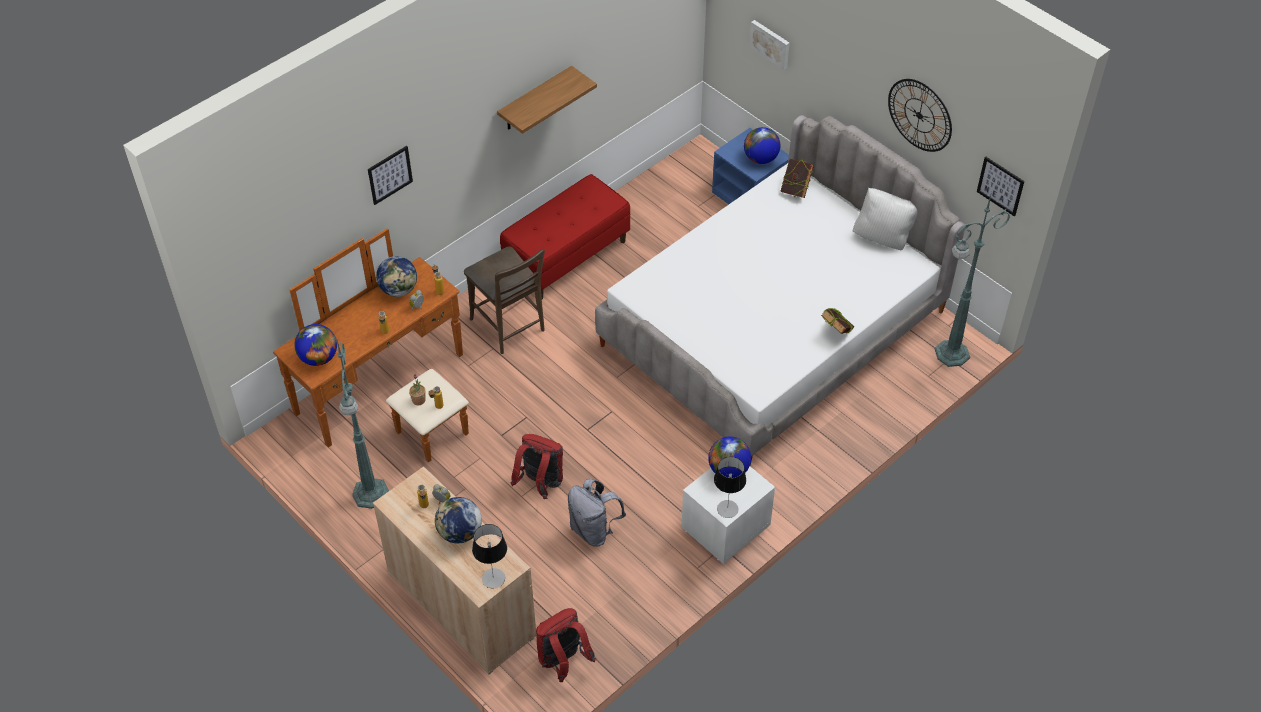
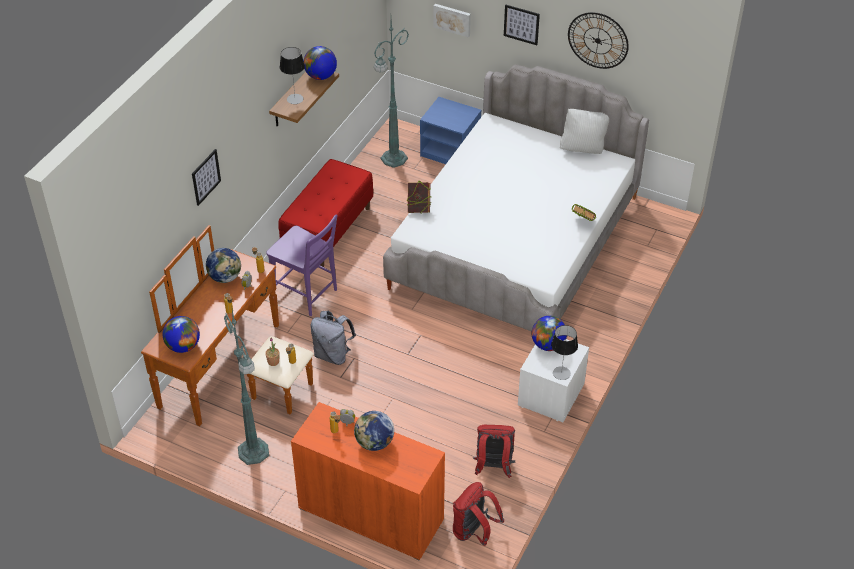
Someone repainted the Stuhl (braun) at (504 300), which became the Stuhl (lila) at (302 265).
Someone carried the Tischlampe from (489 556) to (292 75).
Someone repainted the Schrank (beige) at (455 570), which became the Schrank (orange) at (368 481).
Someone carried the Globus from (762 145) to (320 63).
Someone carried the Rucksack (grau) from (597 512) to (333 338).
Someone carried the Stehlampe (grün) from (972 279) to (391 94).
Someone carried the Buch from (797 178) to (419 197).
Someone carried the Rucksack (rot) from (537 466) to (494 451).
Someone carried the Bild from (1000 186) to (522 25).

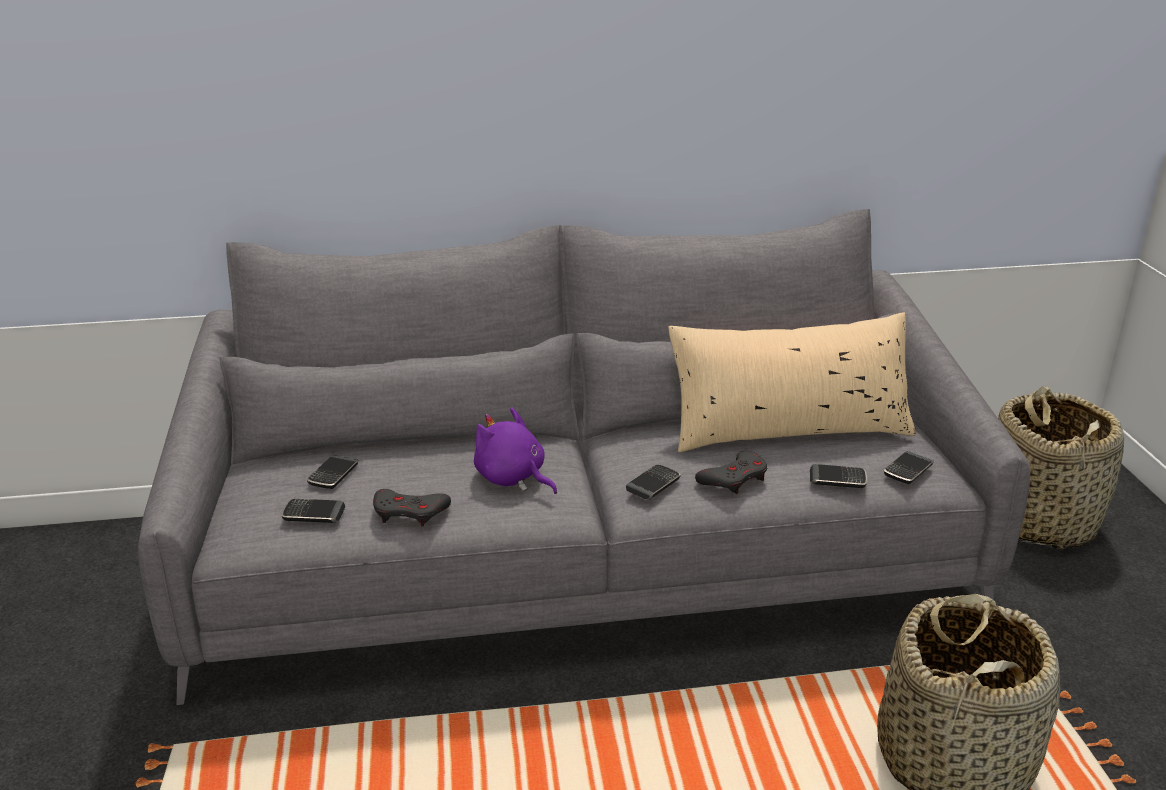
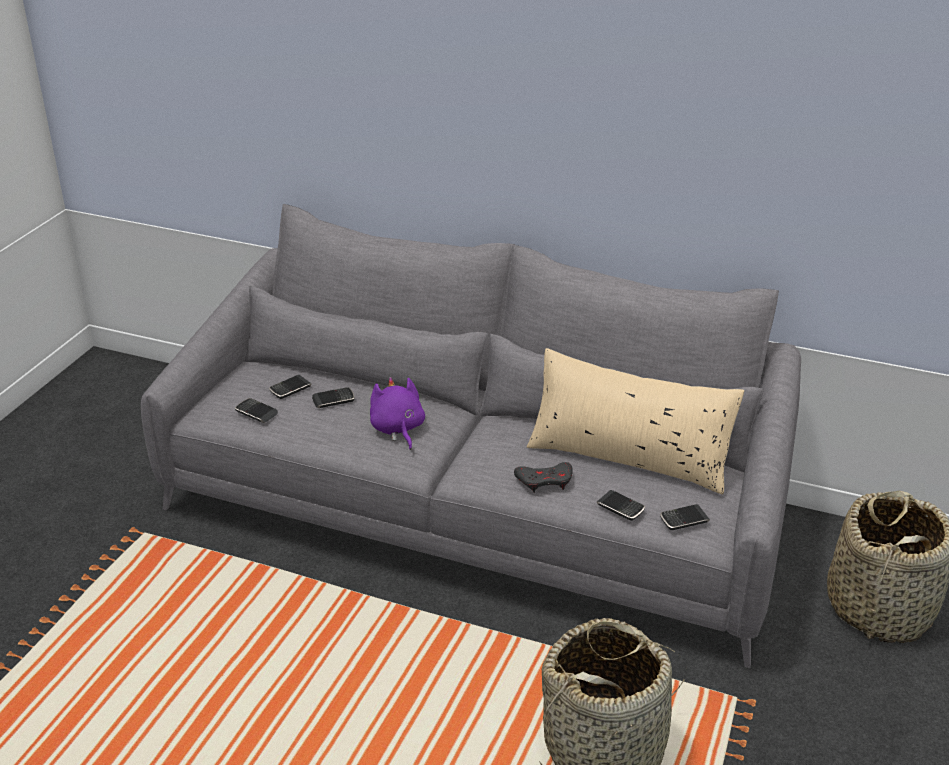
Someone carried the Handy from (653 482) to (333 397).
Someone took away the Gamepad (grau) at (412 508).

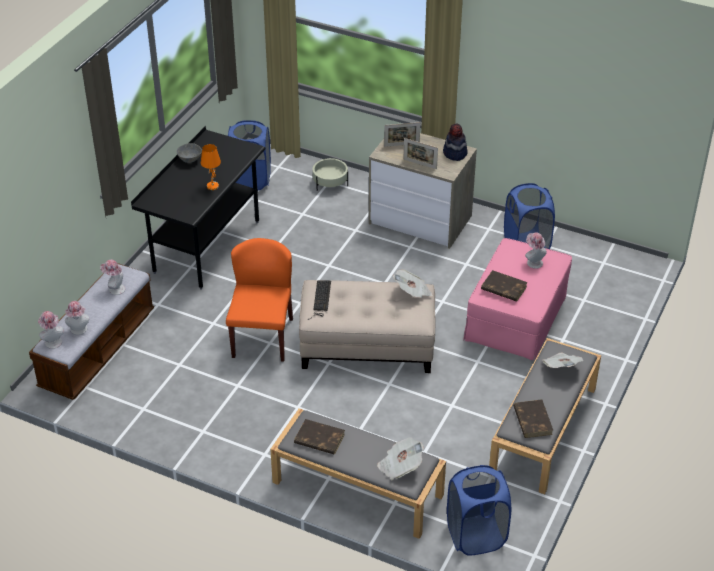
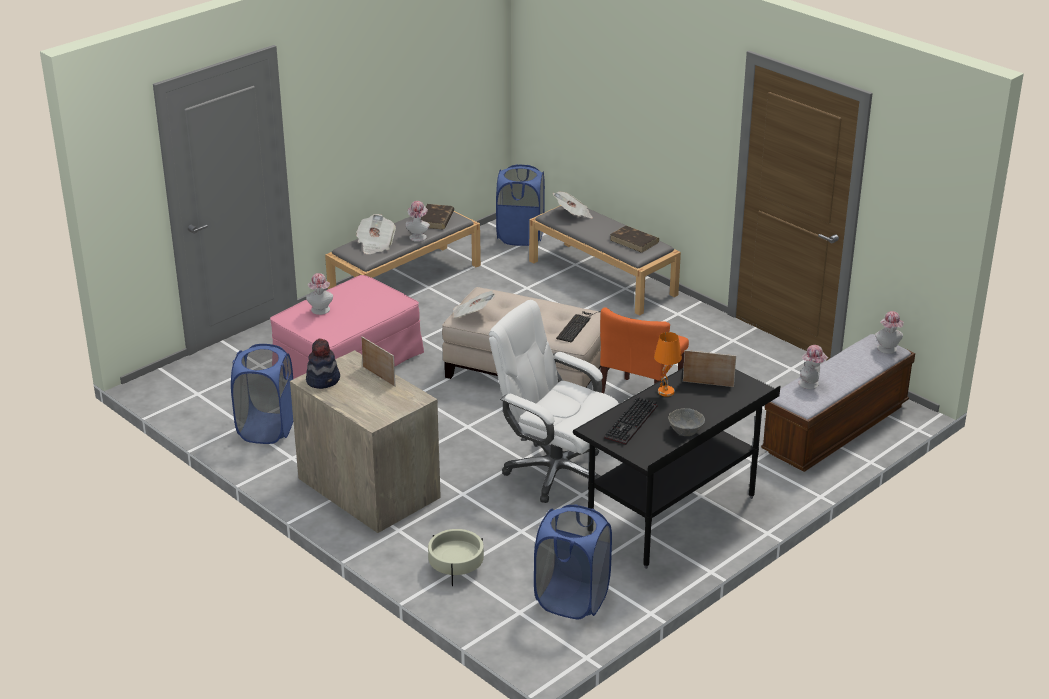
Someone carried the Hut from (77 318) to (417 221).
Someone put down the Bürostuhl (weiß) at (554 401).
Someone put down the Tastatur at (631 421).
Someone carried the Bilderrahmen from (402 134) to (709 368).
Someone took away the Buch (braun) at (504 286).

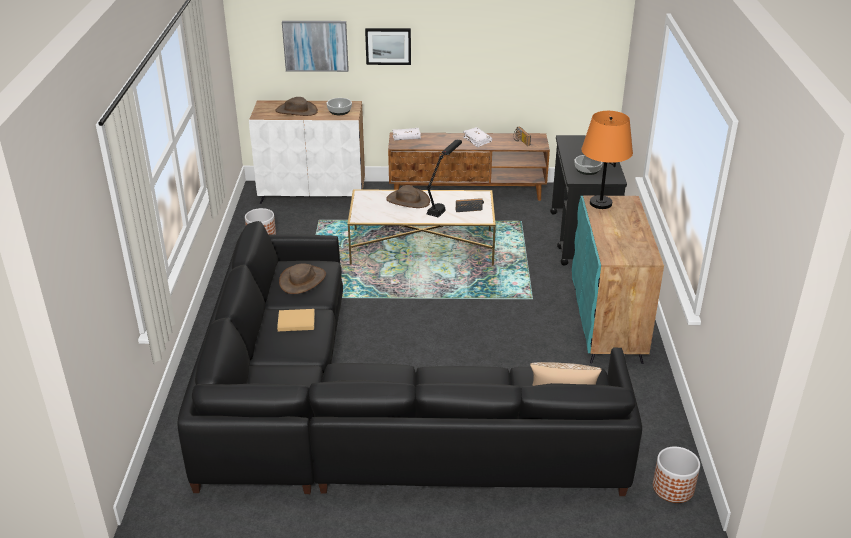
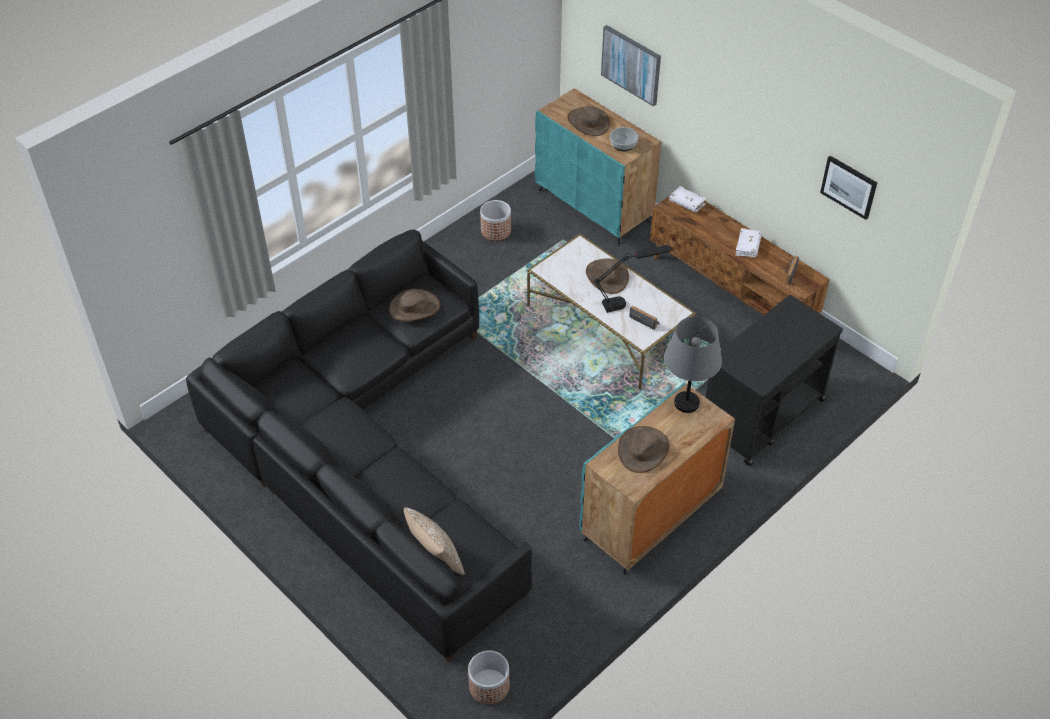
Someone repainted the Schrank (weiß) at (307 152), which became the Schrank (türkis) at (598 166).
Someone put down the Hut (braun) at (643 449).
Someone repainted the Tischlampe (orange) at (607 160), which became the Tischlampe (grau) at (693 364).
Someone carried the Bild from (388 46) to (848 188).
Someone took away the Buch (beige) at (296 320).
Someone took away the Schüssel at (588 165).

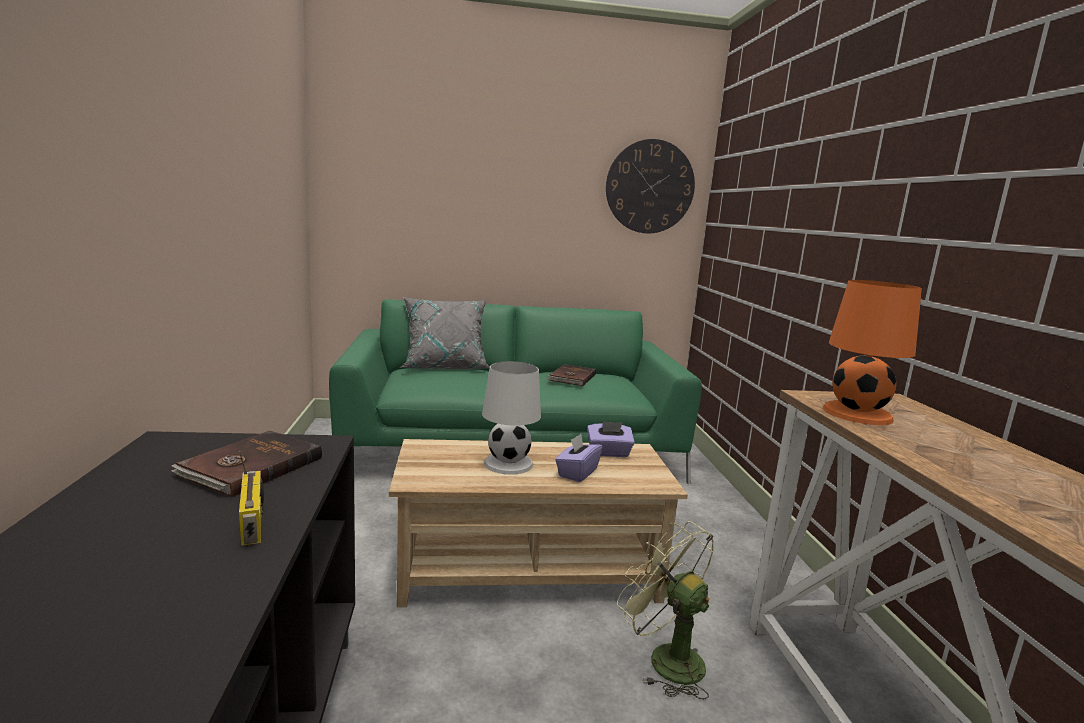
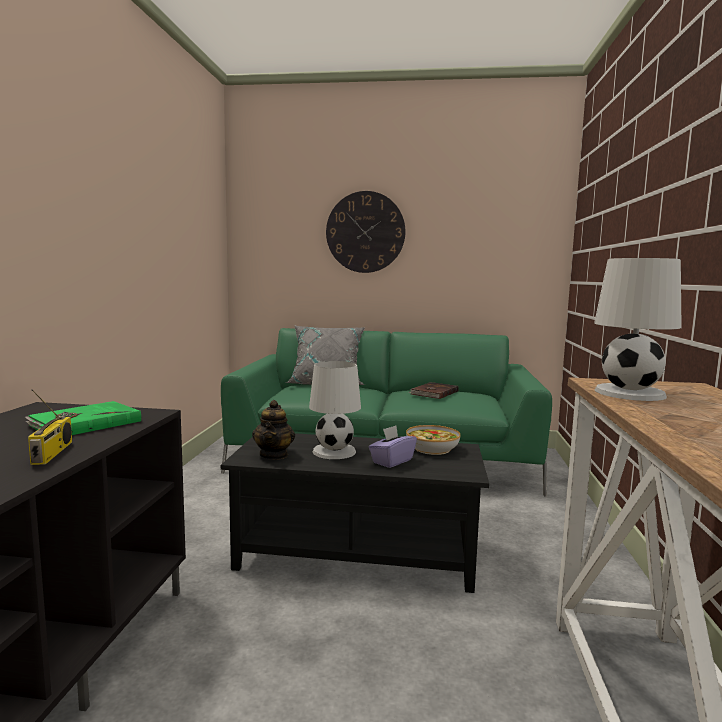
Someone repainted the Buch (braun) at (246 464), which became the Buch (grün) at (83 418).
Someone repainted the Couchtisch (beige) at (538 523), which became the Couchtisch (schwarz) at (355 513).
Someone put down the Teekanne at (273 430).
Someone carried the Wanduhr from (650 186) to (365 232).
Someone swapped the Taschentuchbox (lila) at (611 439) for the Schüssel at (433 440).
Someone repainted the Tischlampe (orange) at (872 352), which became the Tischlampe (weiß) at (638 329).
Someone took away the Ventilator (grün) at (665 610).

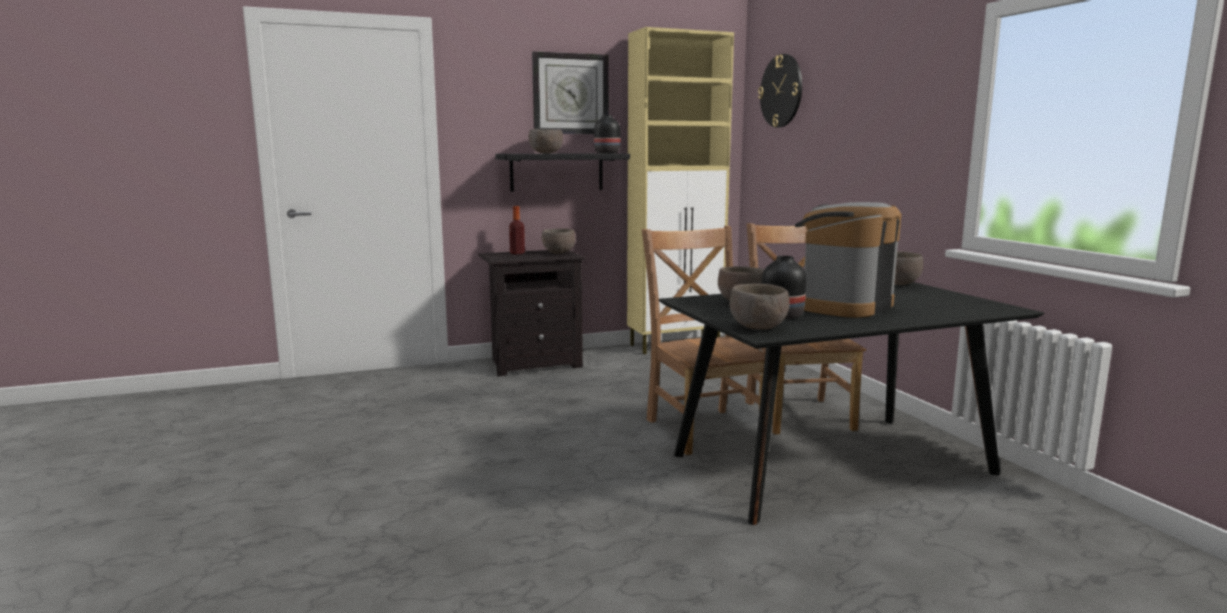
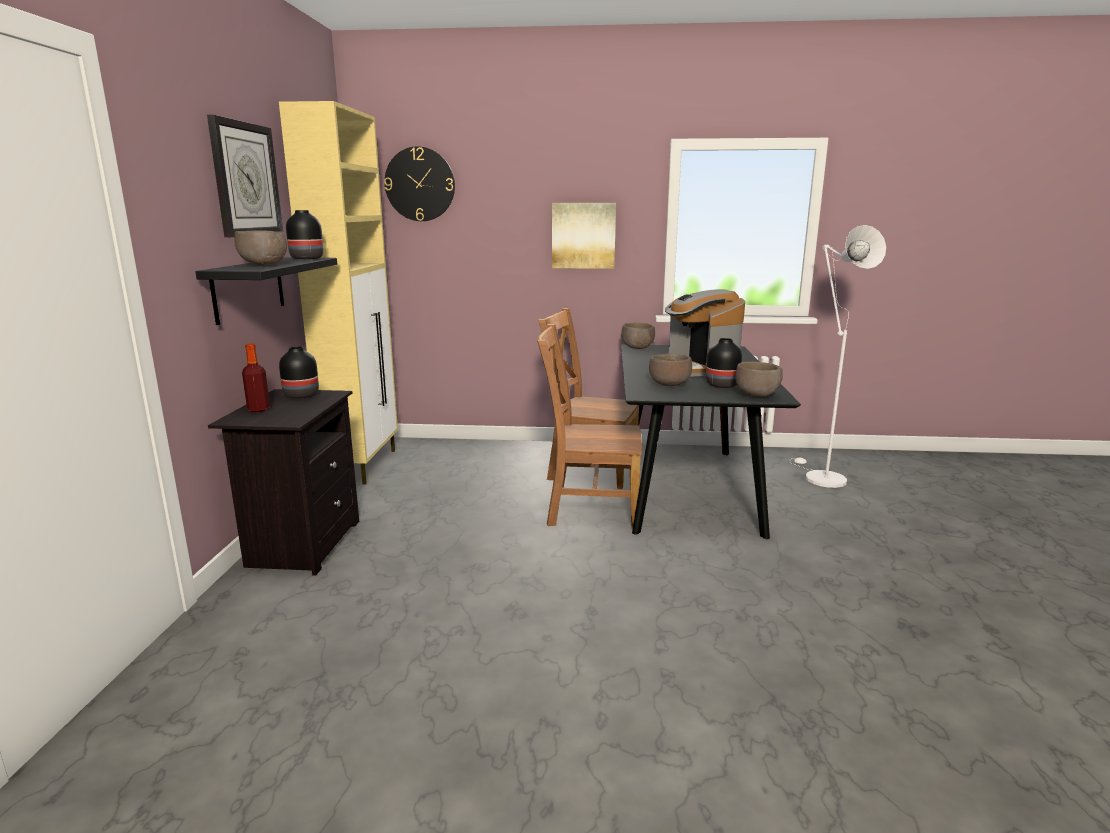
Someone swapped the Schüssel (braun) at (558 241) for the Vase (schwarz) at (299 372).
Someone put up the Bild at (584 236).
Someone put down the Stehlampe (weiß) at (838 356).

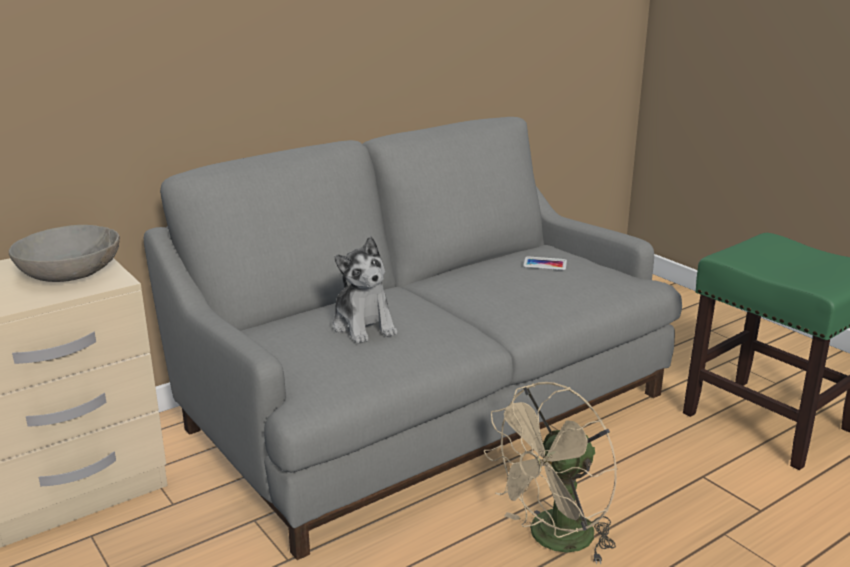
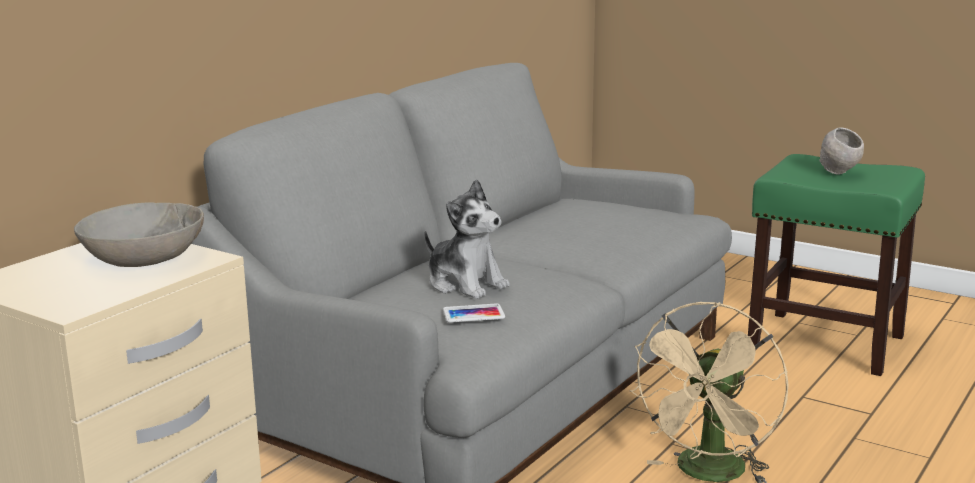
Someone carried the Handy from (545 263) to (474 313).
Someone put down the Schüssel (grau) at (841 151).

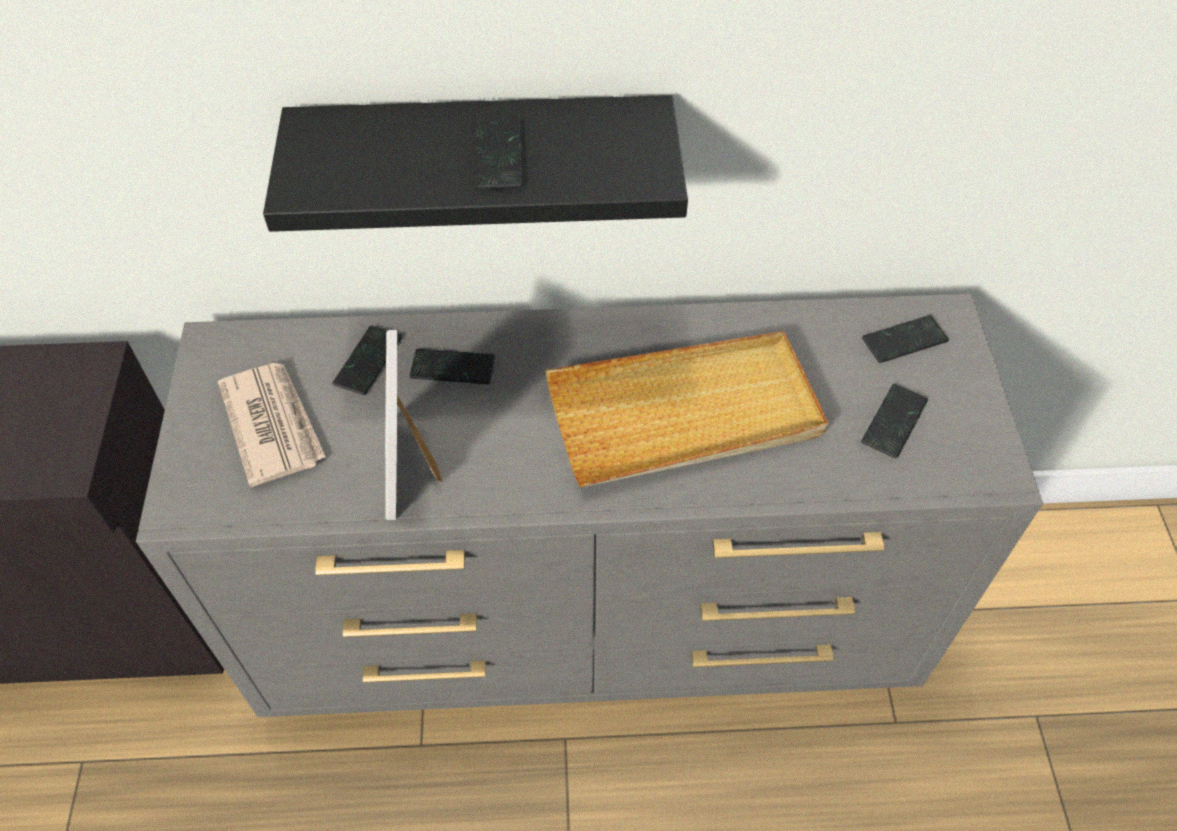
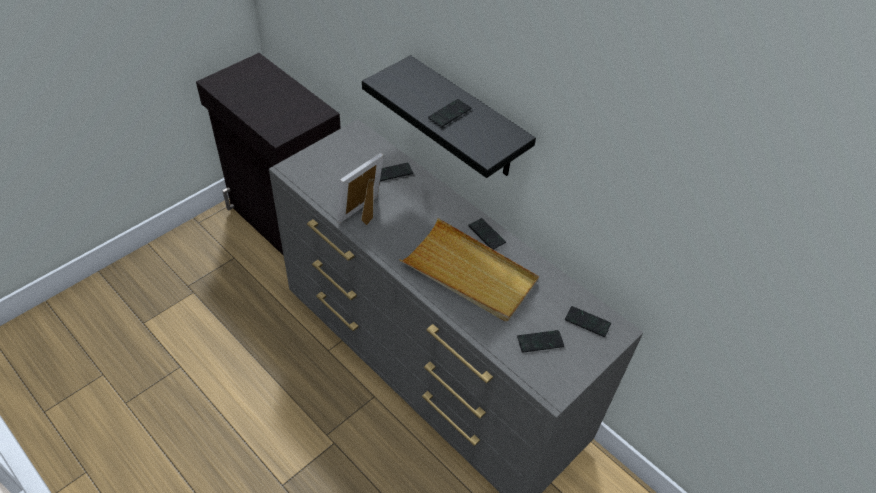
Someone carried the Handy from (452 366) to (487 234).
Someone took away the Zeitung at (272 425).

